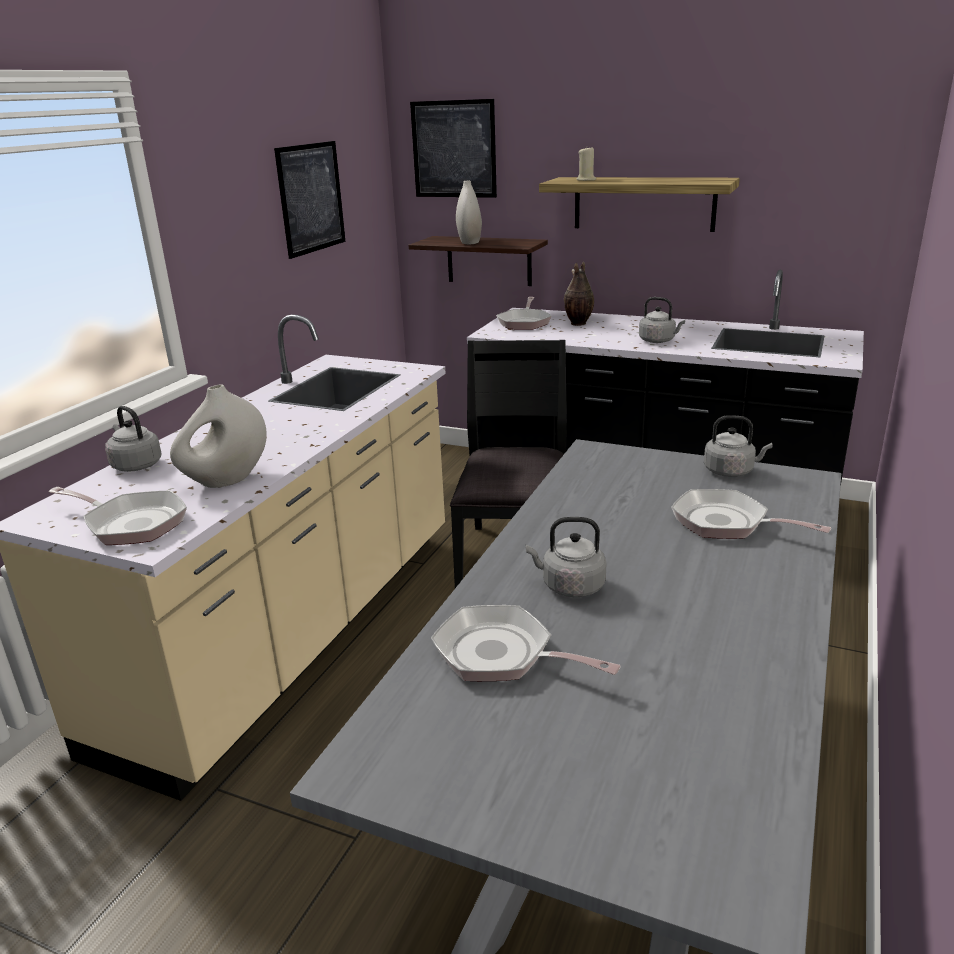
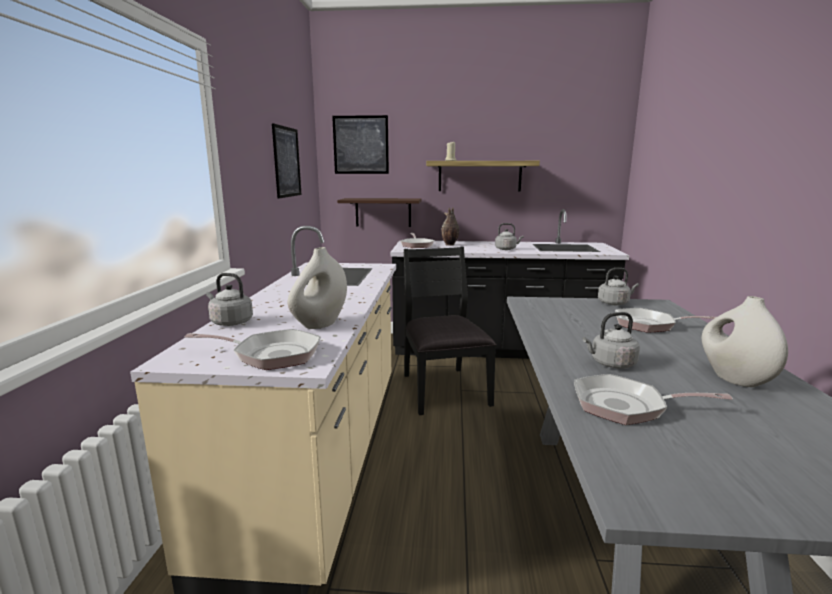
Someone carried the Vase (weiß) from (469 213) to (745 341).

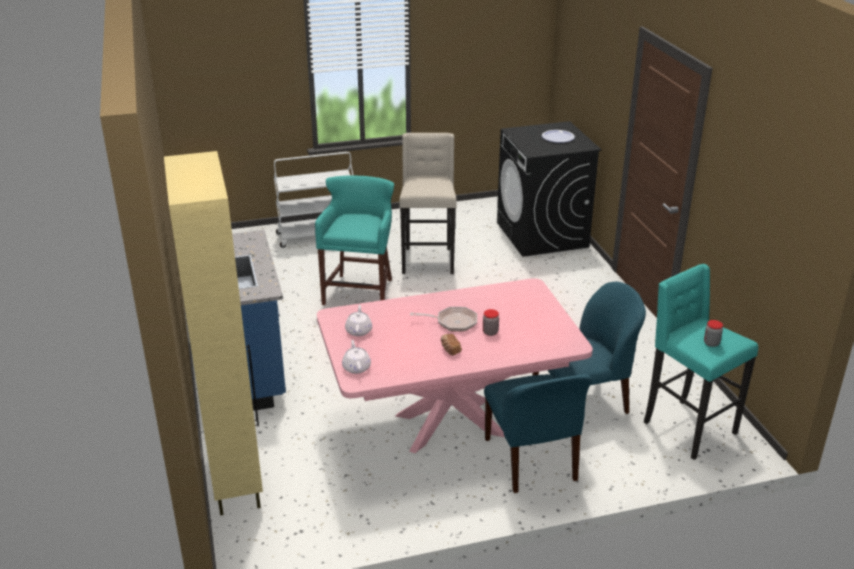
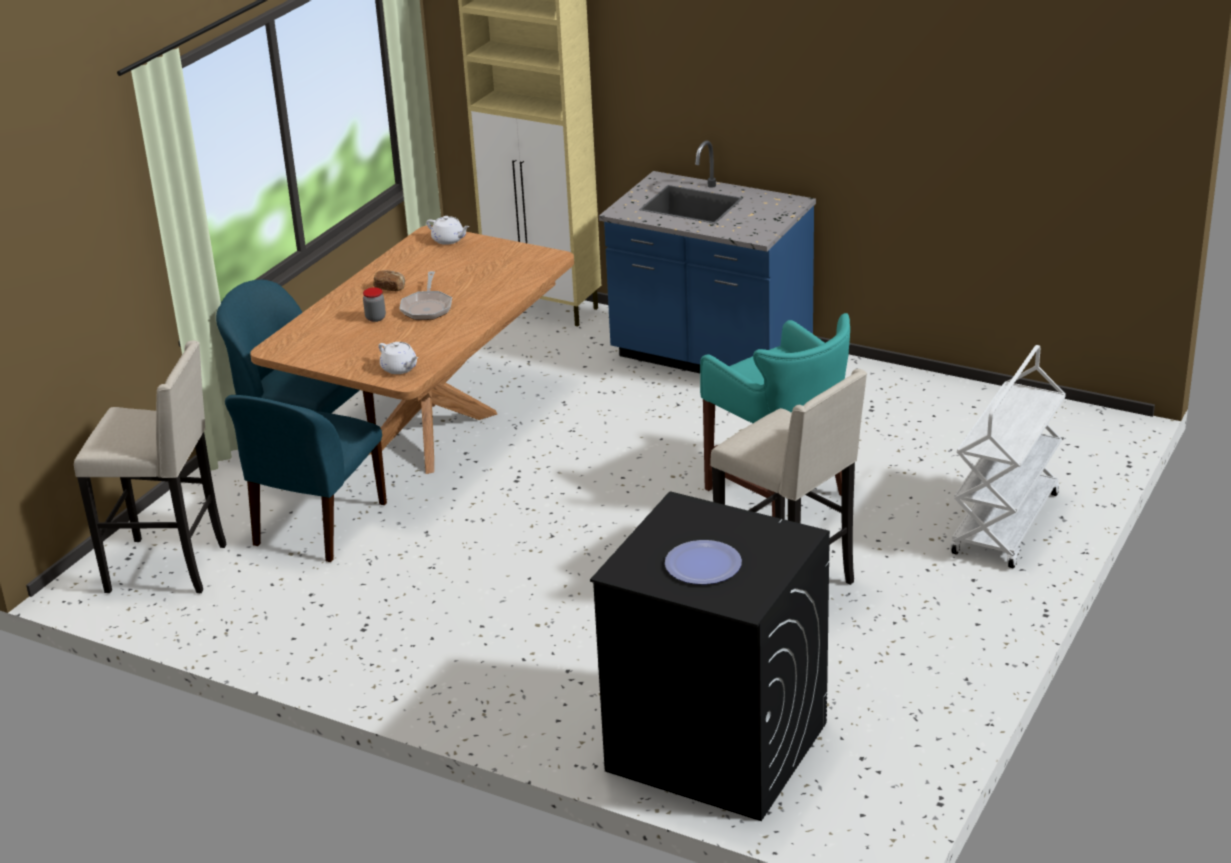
Someone repainted the Hocker (türkis) at (701 362), which became the Hocker (beige) at (150 467).
Someone repainted the Esstisch (rosa) at (455 365), which became the Esstisch (braun) at (412 349).
Someone carried the Teekanne (weiß) from (358 320) to (398 358).
Someone rotated the Pfanne at (443 319) by 45 degrees counterclockwise.
Someone took away the Vorratsglas at (713 333).

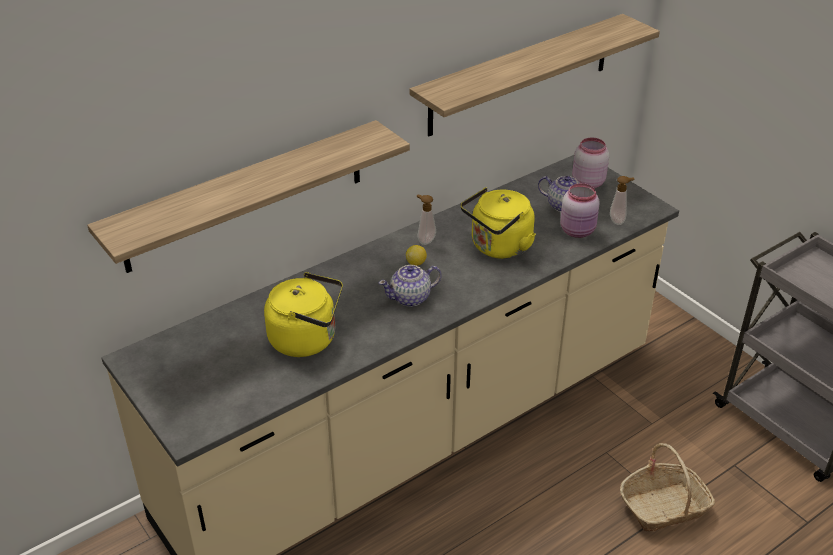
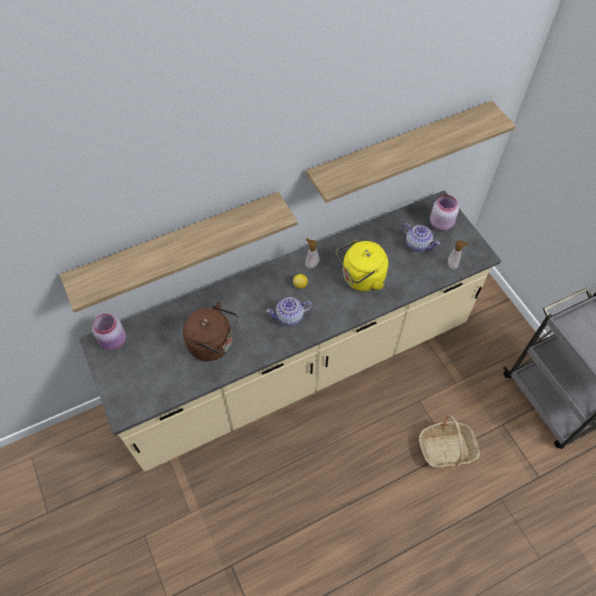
Someone carried the Vorratsglas (rosa) from (580 210) to (109 332).
Someone repainted the Wasserkessel (gelb) at (303 314), which became the Wasserkessel (braun) at (210 331).

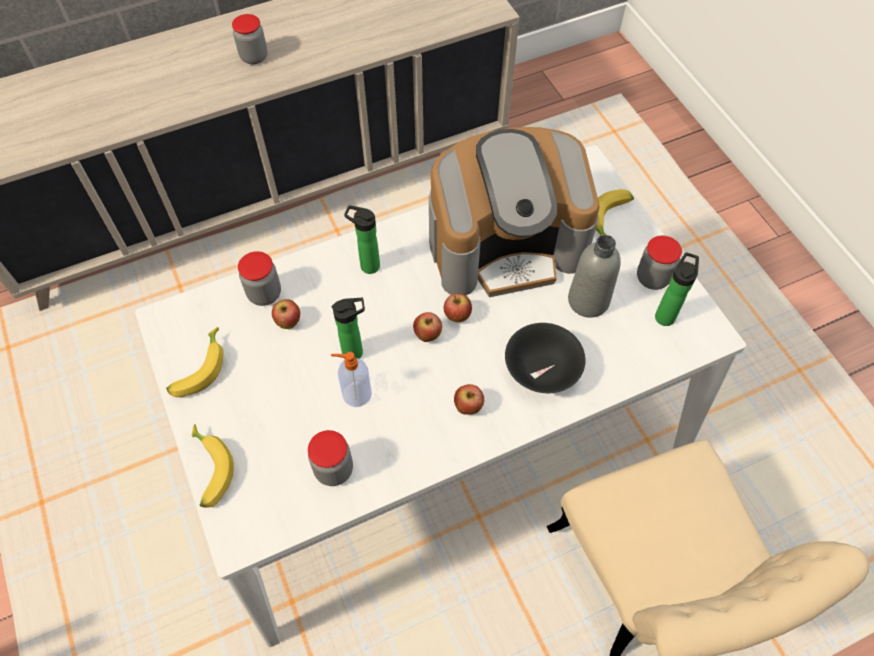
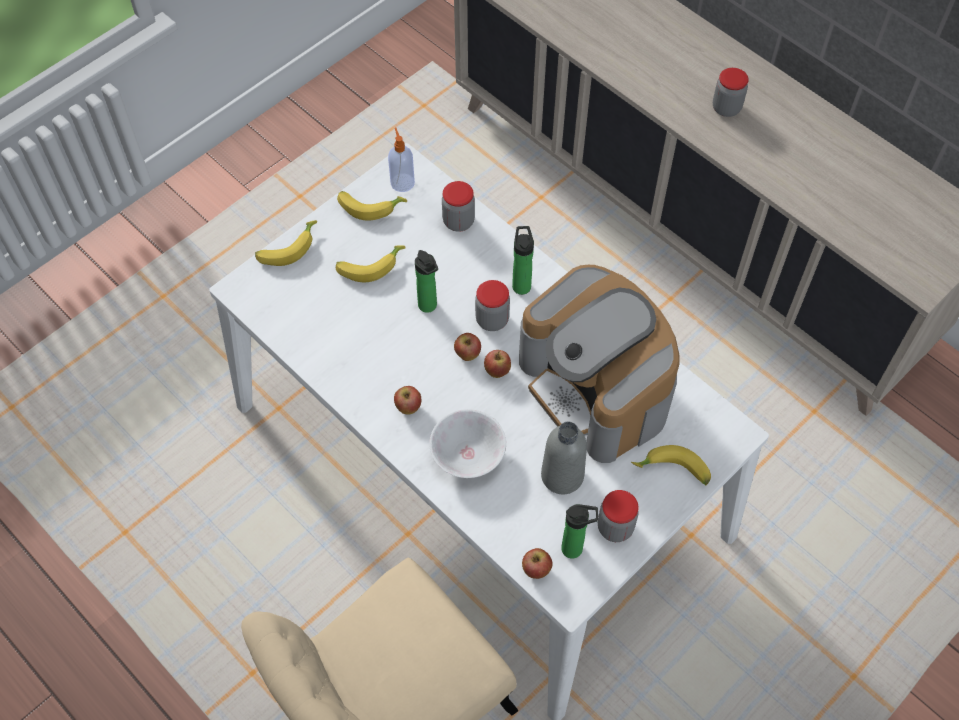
Someone put down the Banane at (371 263).
Someone carried the Seifenspender from (351 379) to (401 160).
Someone repainted the Schüssel (schwarz) at (545 358), which became the Schüssel (weiß) at (467 443).
Someone carried the Vorratsglas from (330 458) to (492 305).
Someone carried the Apfel from (286 314) to (537 563).

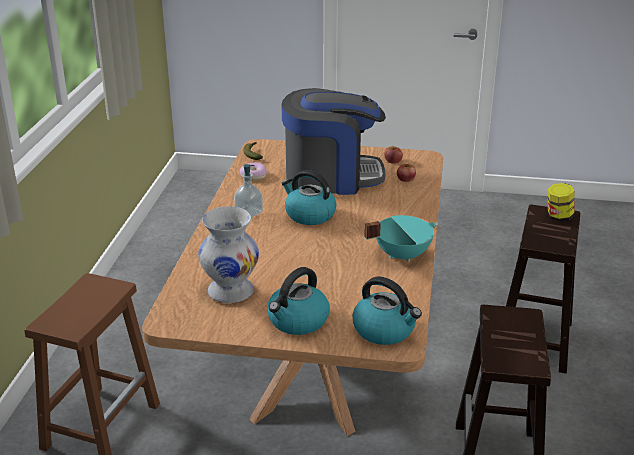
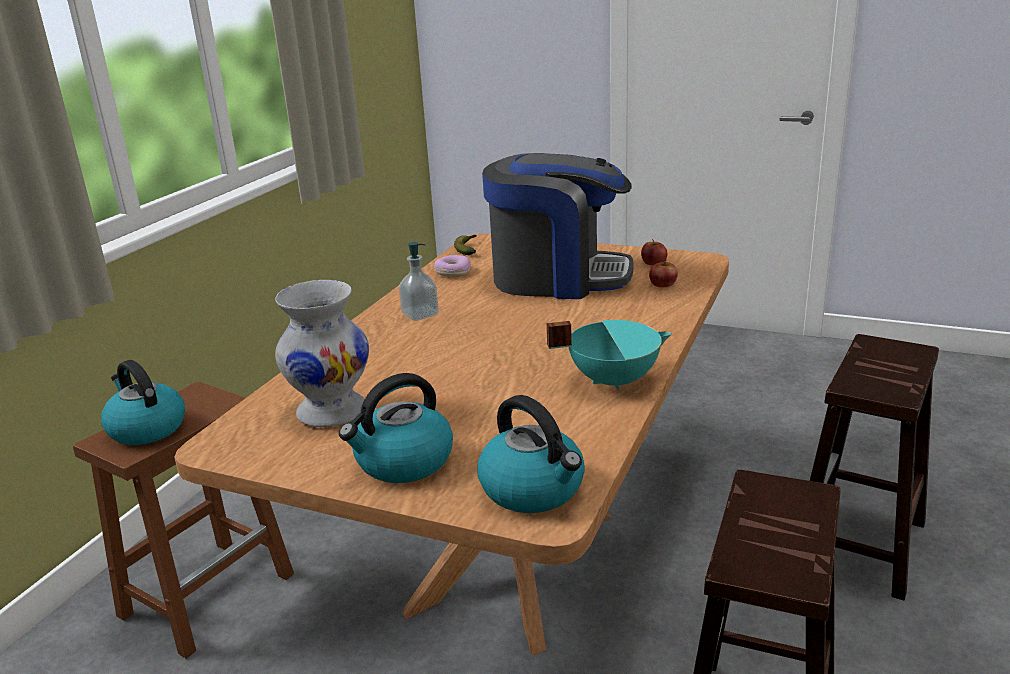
Someone carried the Wasserkessel from (309 197) to (143 402).
Someone took away the Vorratsglas at (560 202).

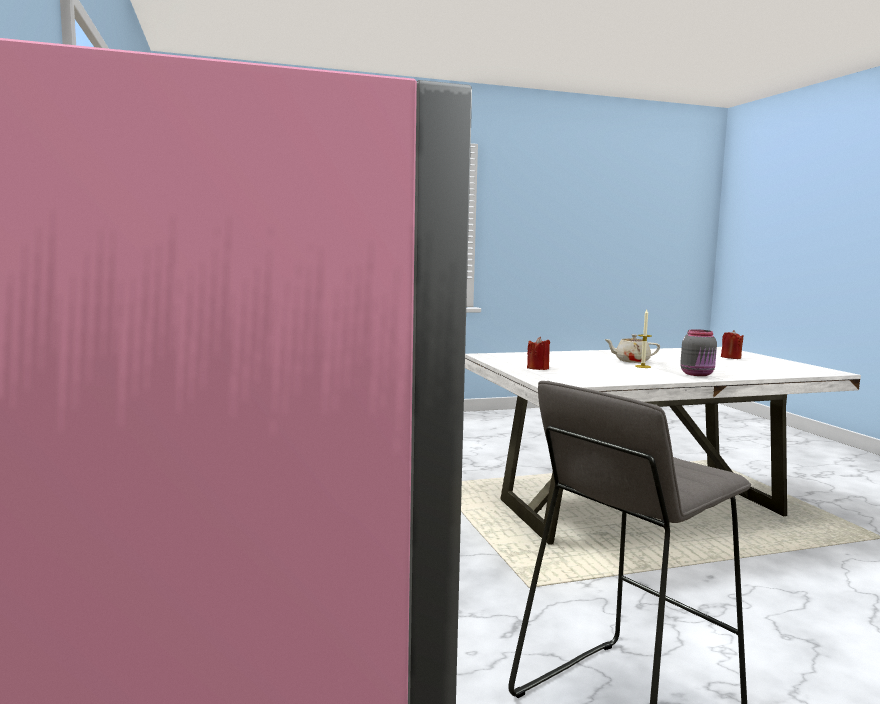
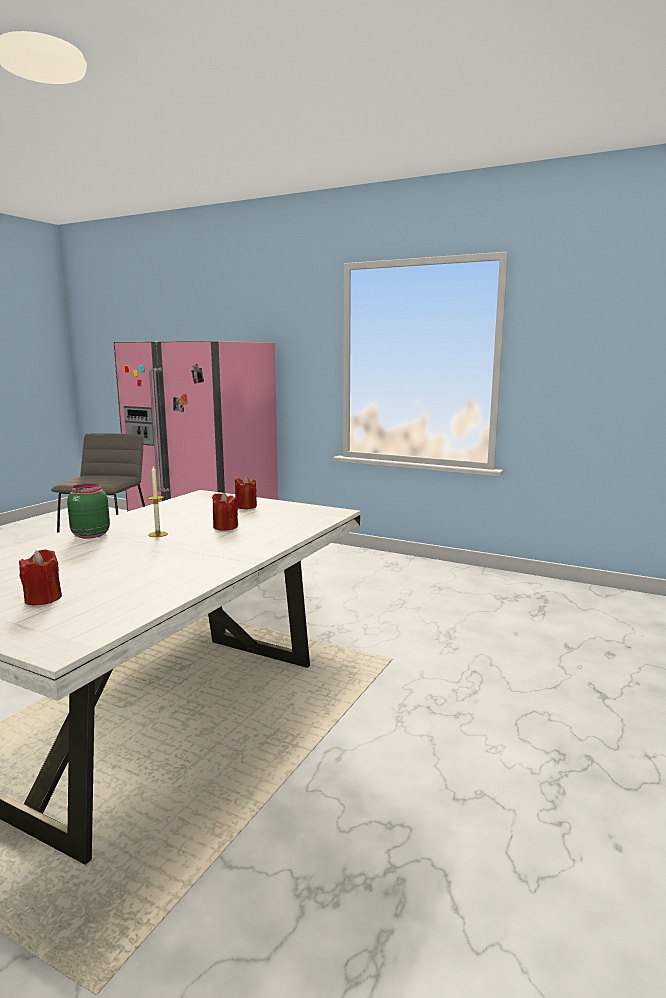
Someone repainted the Vorratsglas (grau) at (698 352), which became the Vorratsglas (grün) at (88 511).
Someone put down the Kerze (rot) at (225 511).
Someone took away the Teekanne (beige) at (632 348).

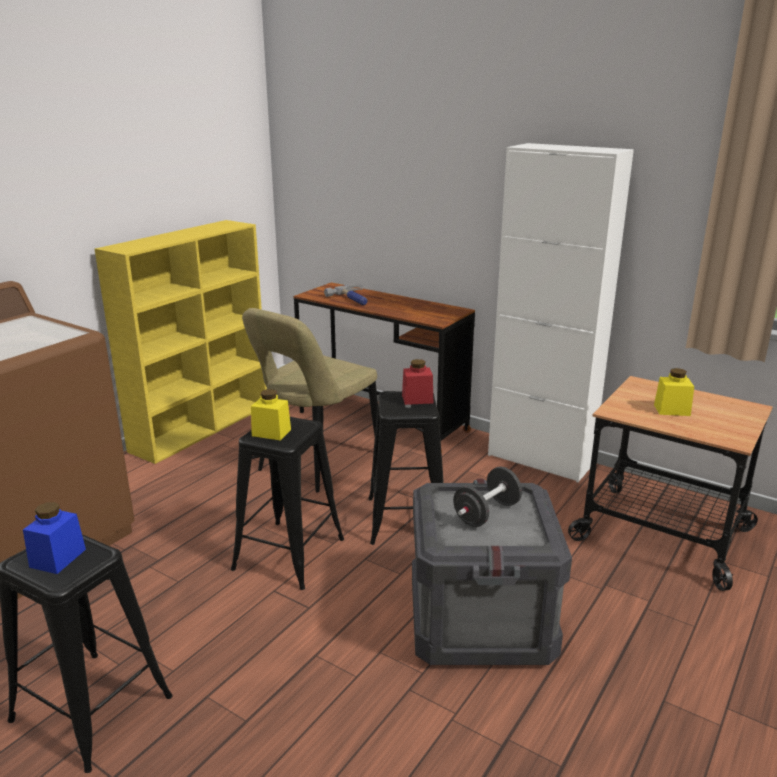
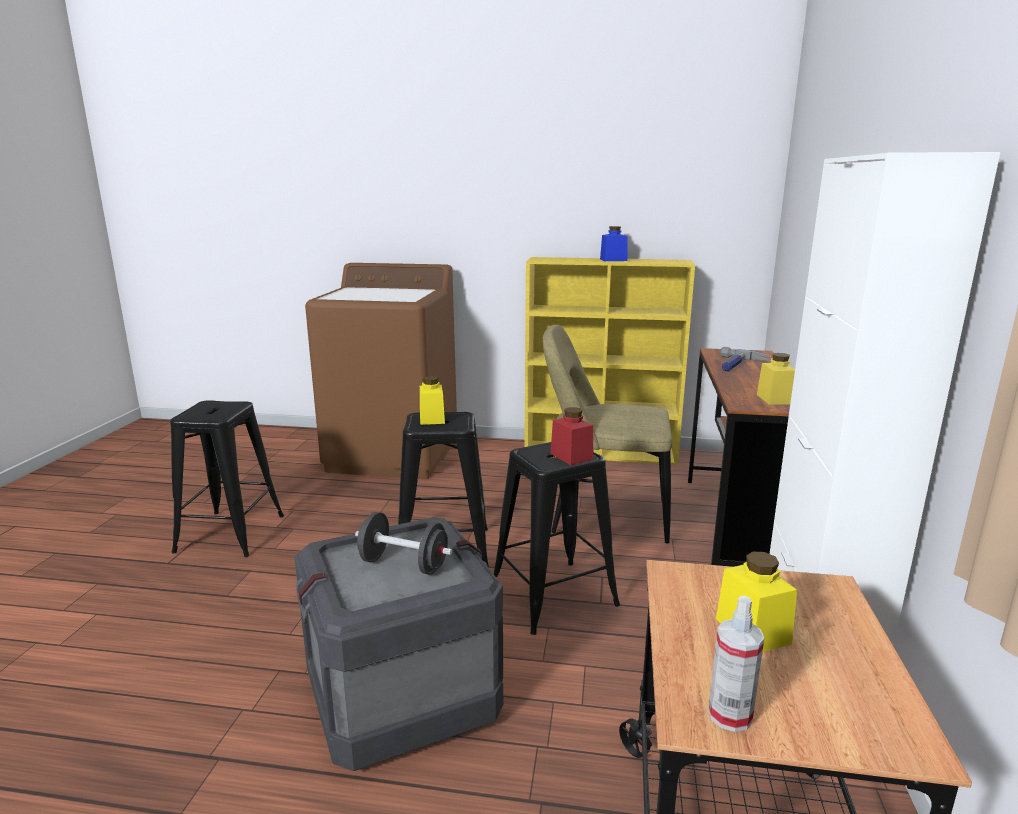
Someone carried the Vorratsglas (blau) from (54 538) to (614 243).
Someone put down the Sprühflasche at (736 663).
Someone put down the Vorratsglas (gelb) at (776 379).

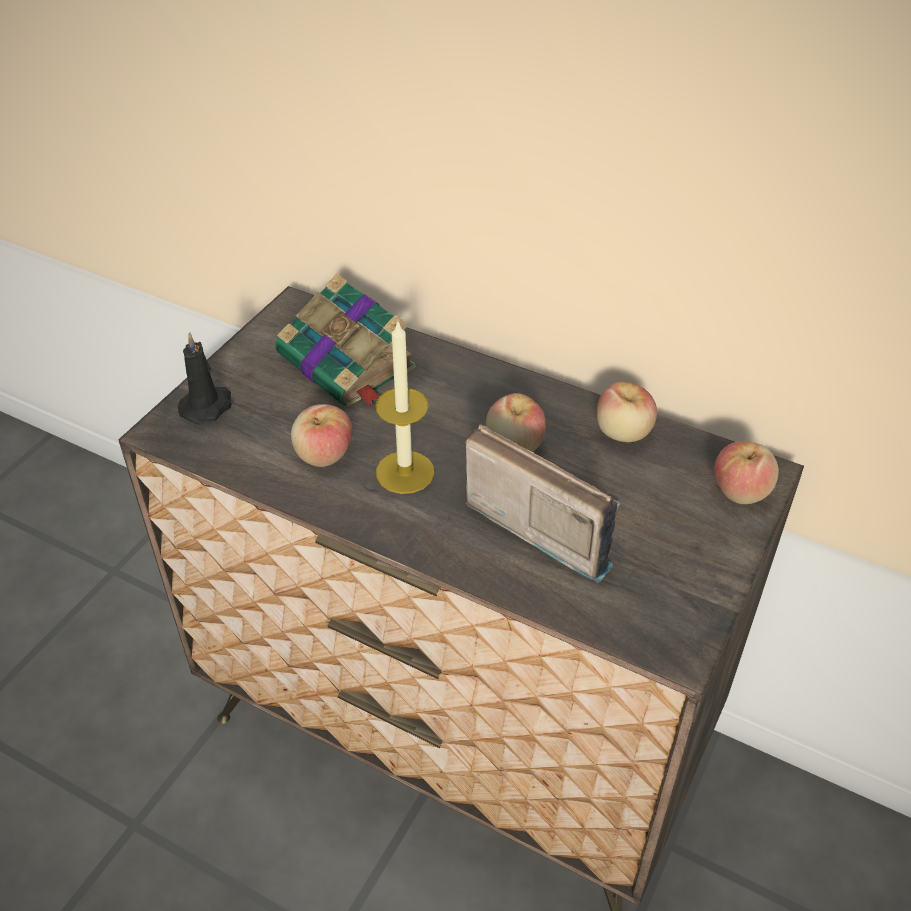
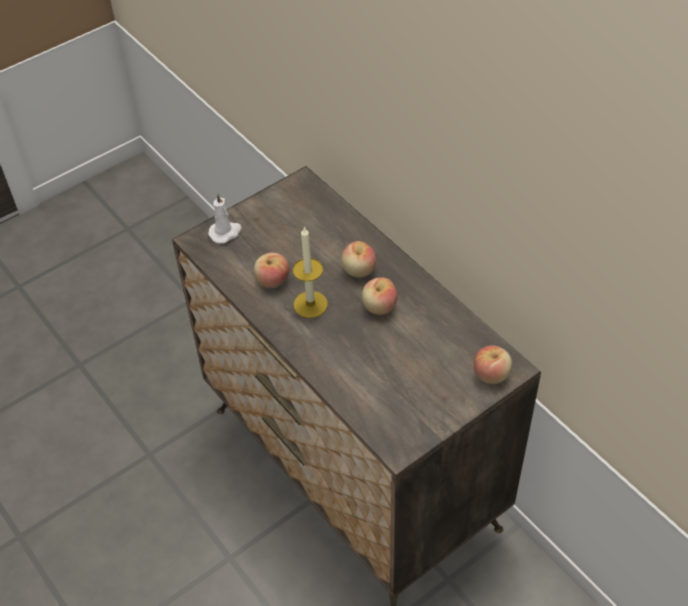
Someone repainted the Kerze (schwarz) at (205 378), which became the Kerze (weiß) at (225 218).
Someone carried the Apfel from (627 411) to (358 259).
Someone took away the Buch at (345 340).
Someone took away the Radio at (543 504).

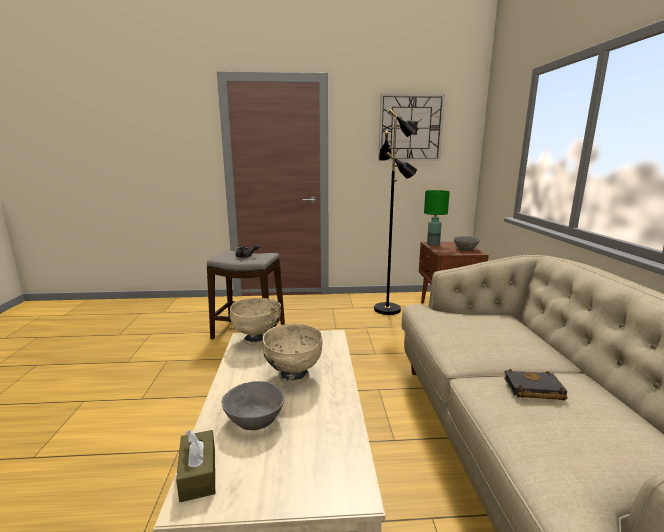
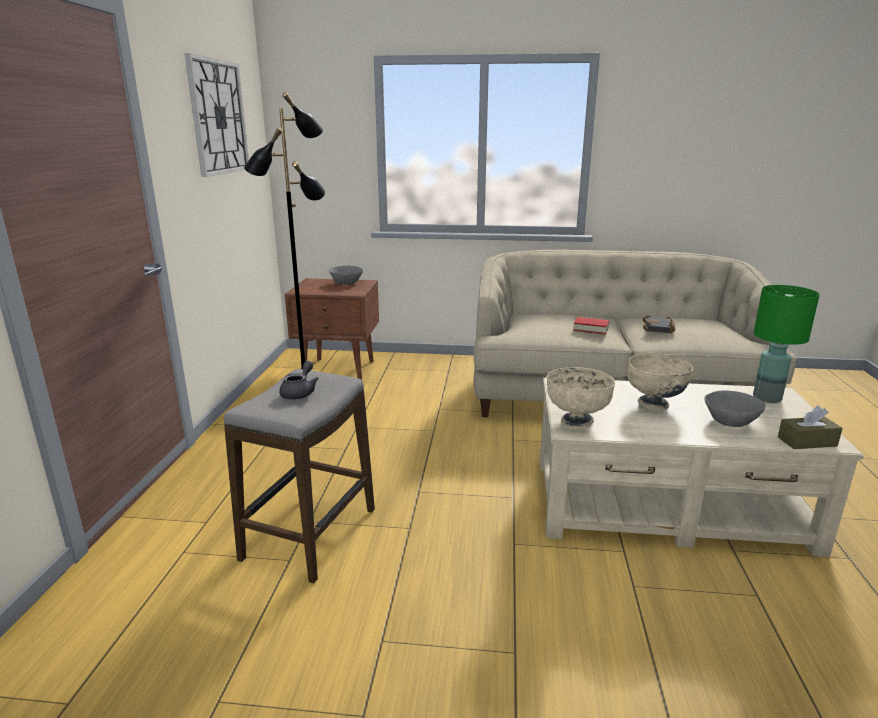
Someone put down the Buch at (591 326).
Someone carried the Tischlampe (grün) from (437 218) to (786 344).

